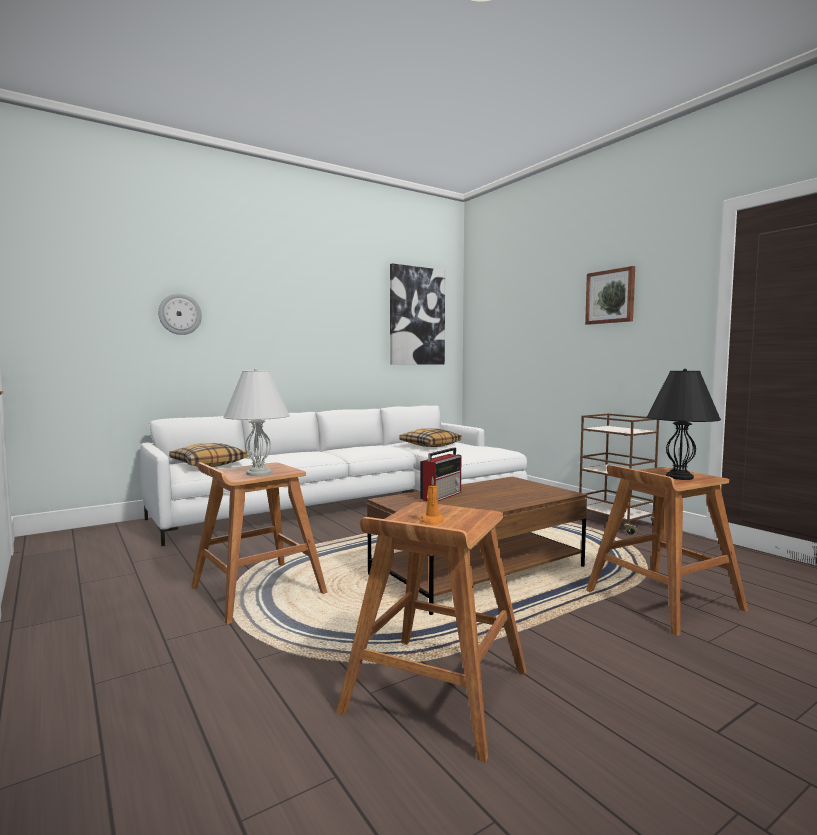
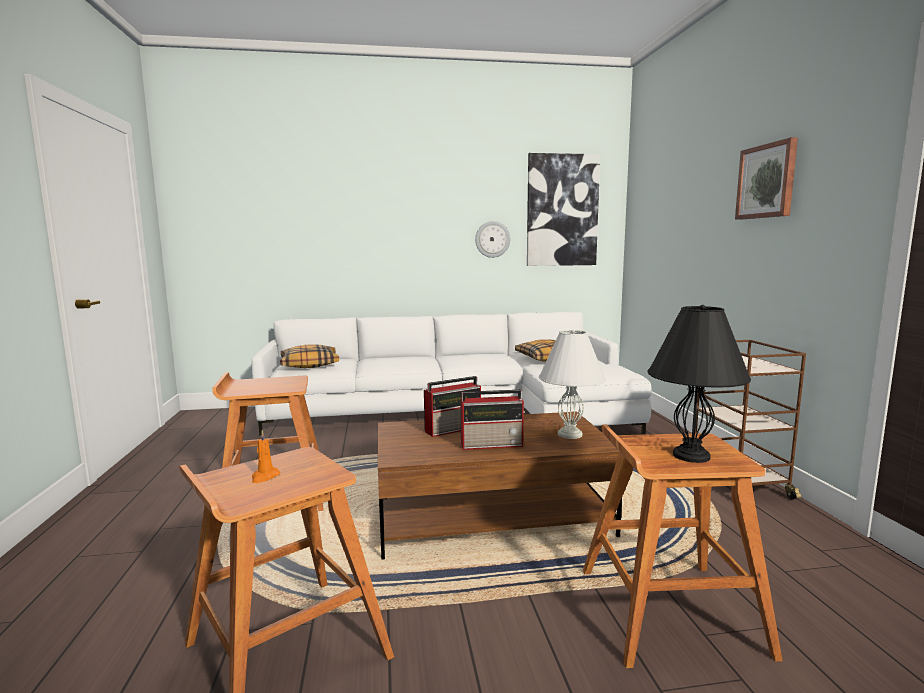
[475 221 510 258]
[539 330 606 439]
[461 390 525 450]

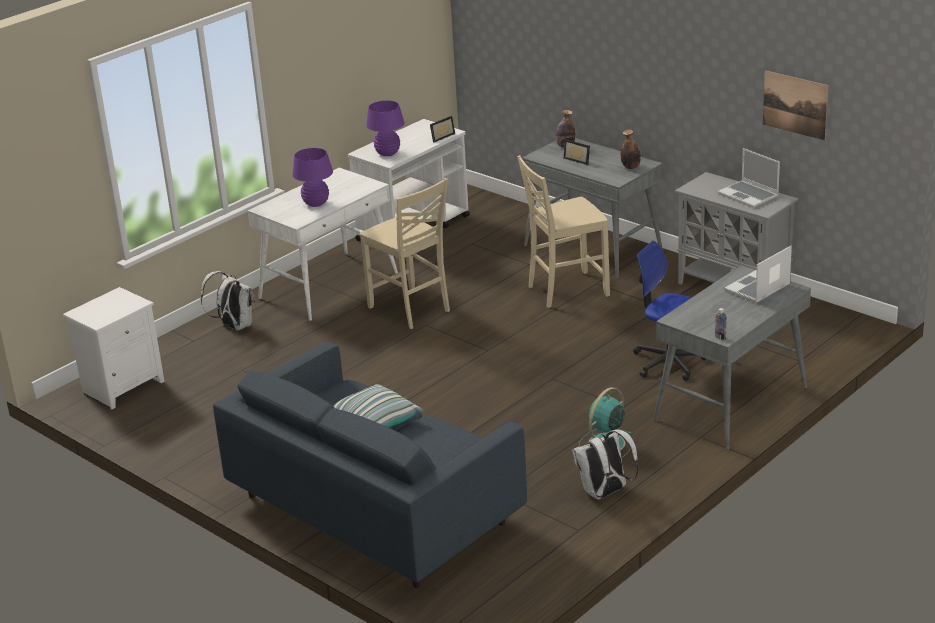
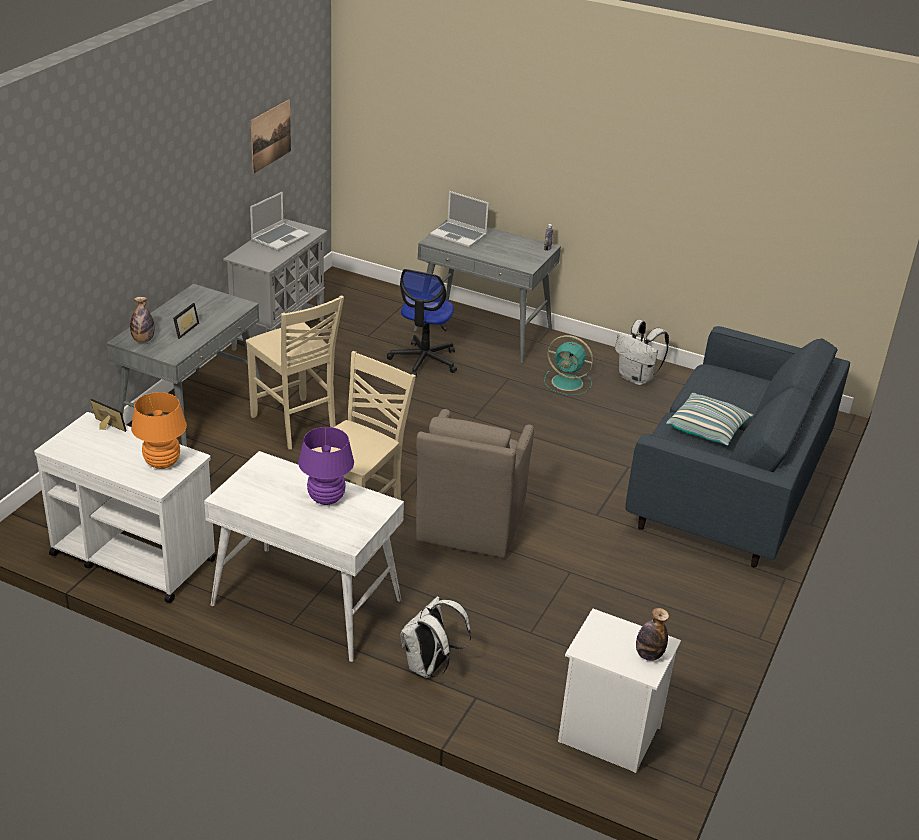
[131 392 187 469]
[636 608 669 661]
[416 409 534 558]

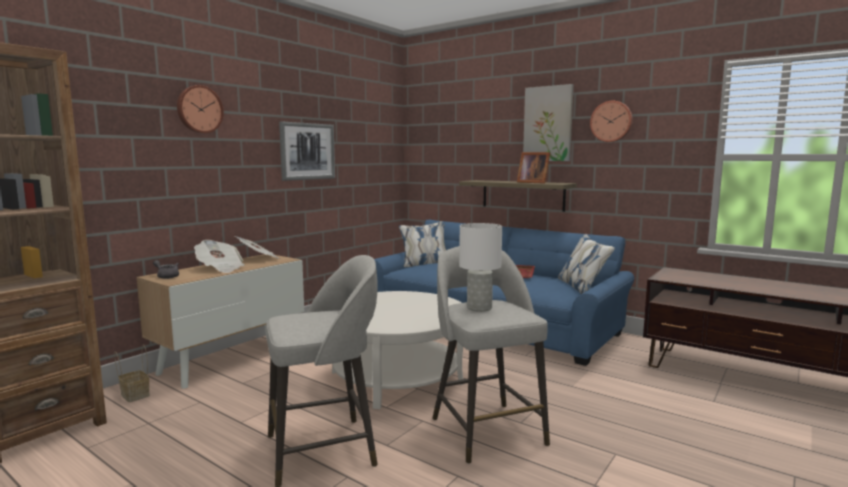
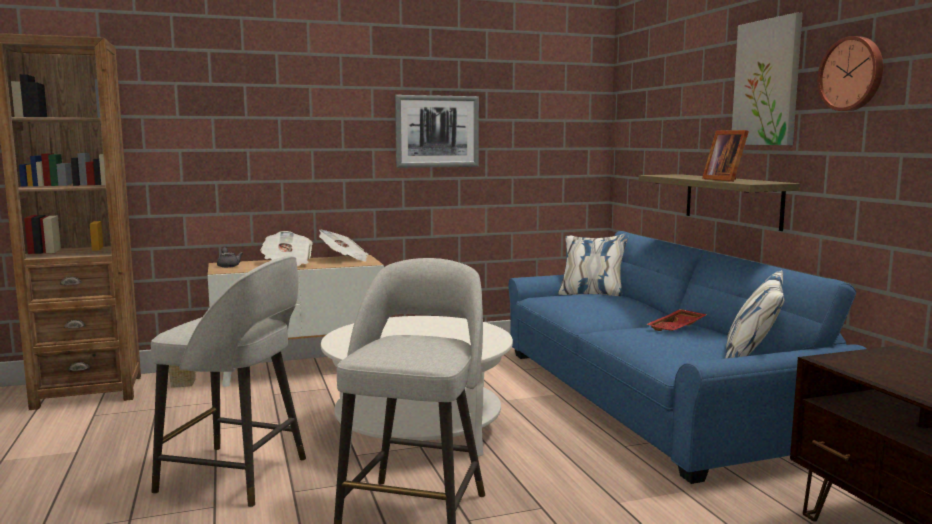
[177 85 224 133] (first image)
[459 223 502 312] (first image)

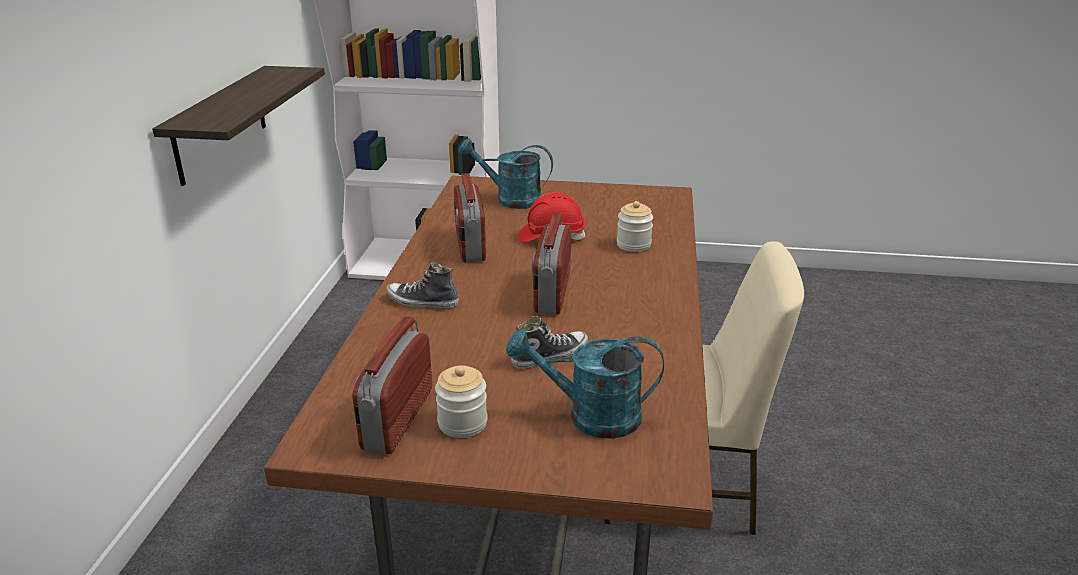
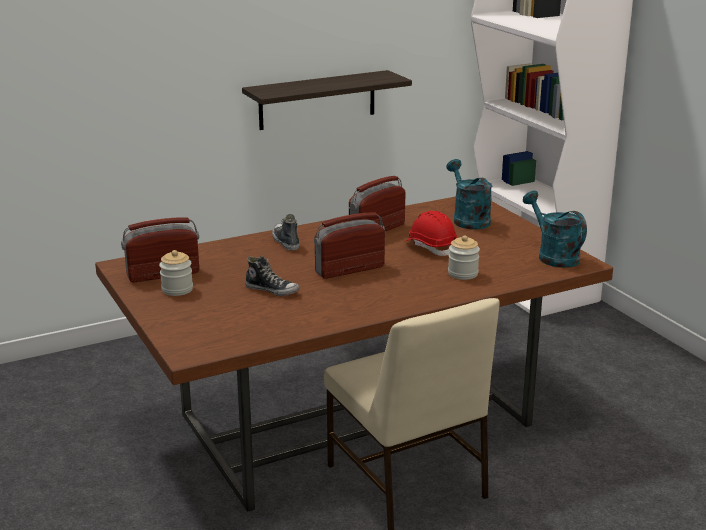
[523 191 587 268]

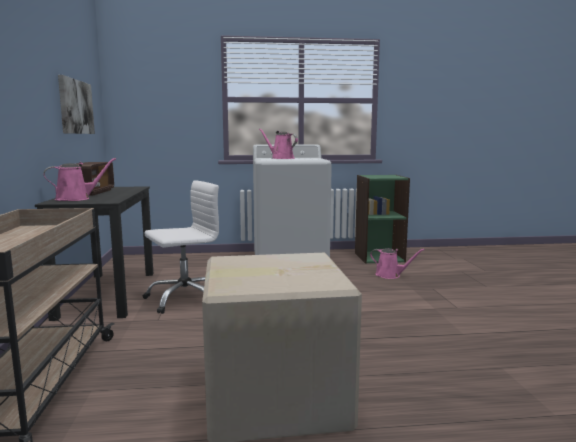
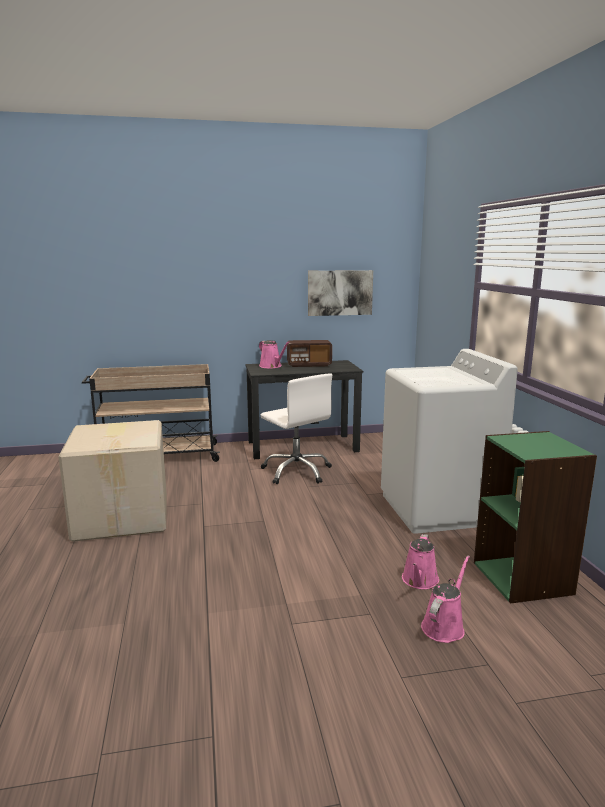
[421 555 470 643]

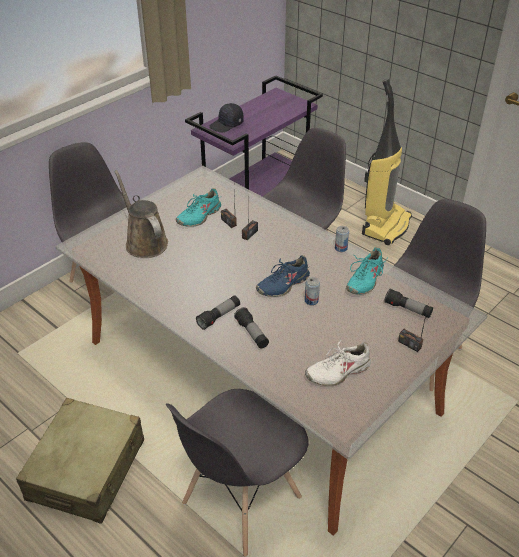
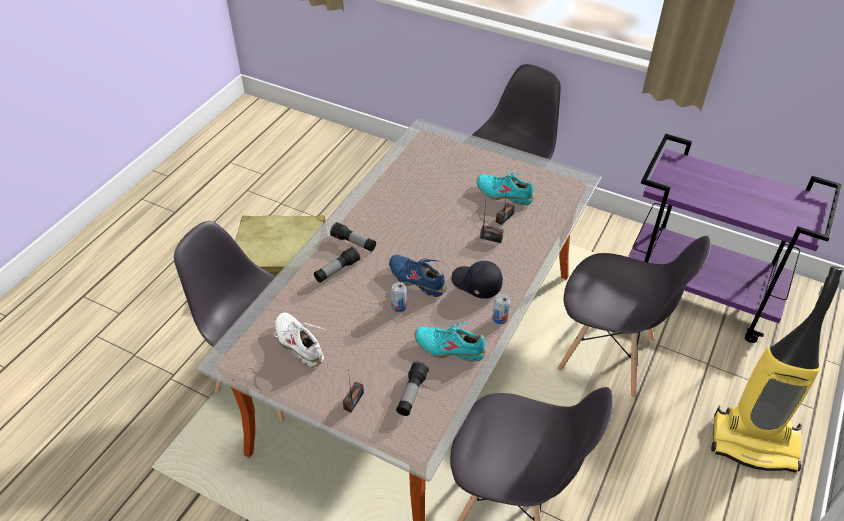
[452 261 503 299]
[114 170 168 258] (first image)

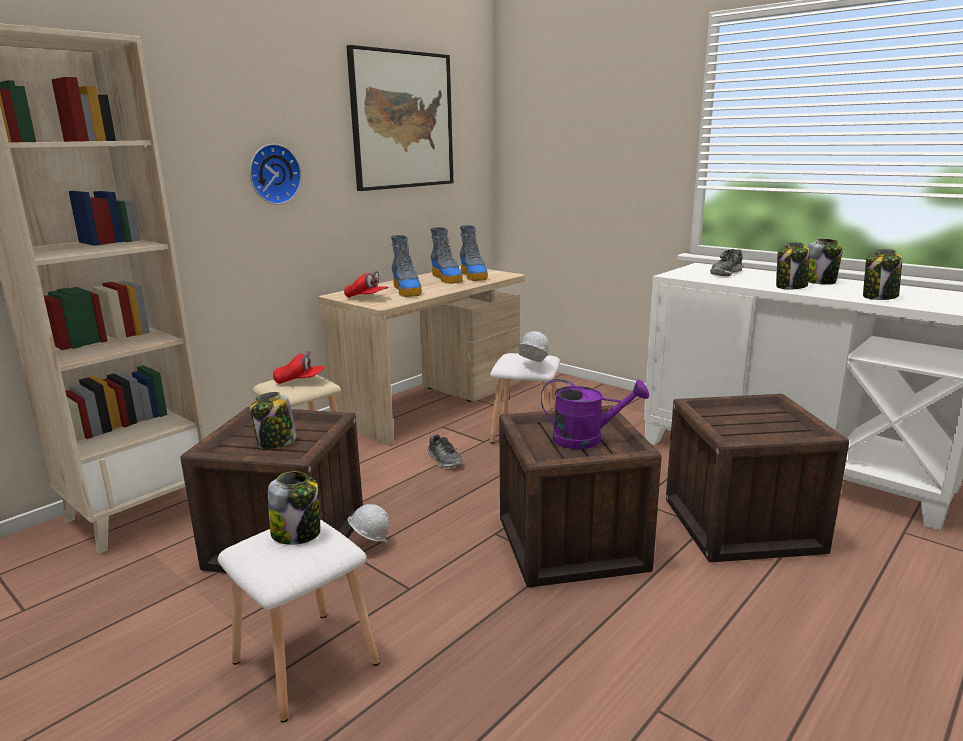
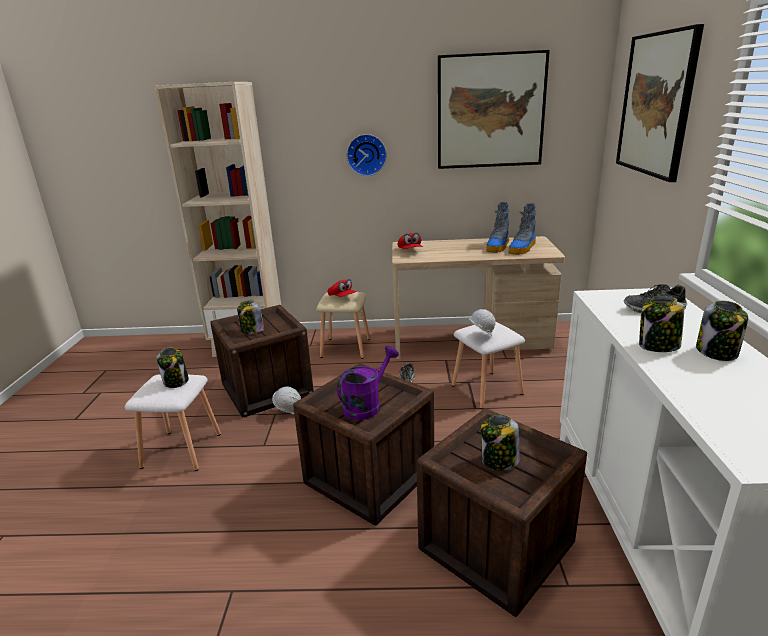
[391 235 422 297] (first image)
[481 415 520 470]
[337 346 399 420]
[616 24 704 182]

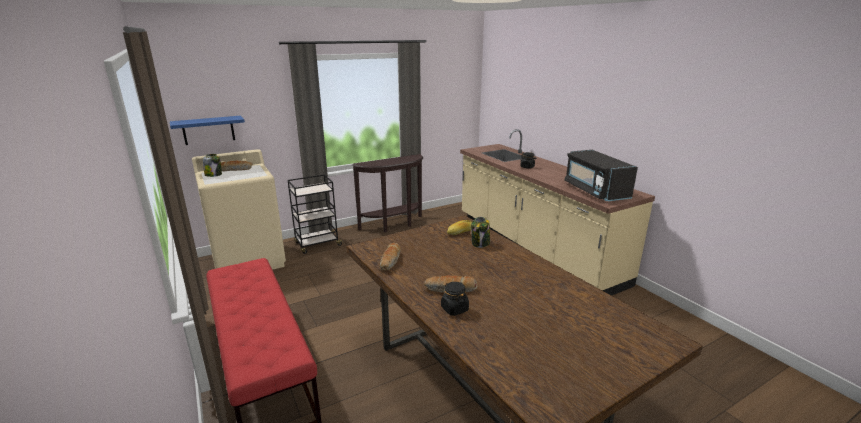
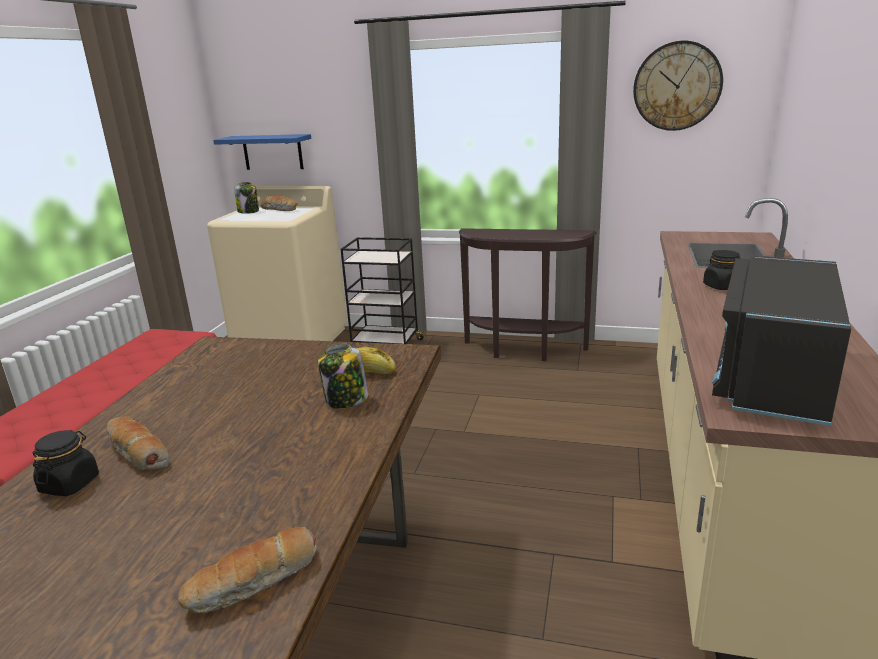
[178 527 317 613]
[633 41 723 131]

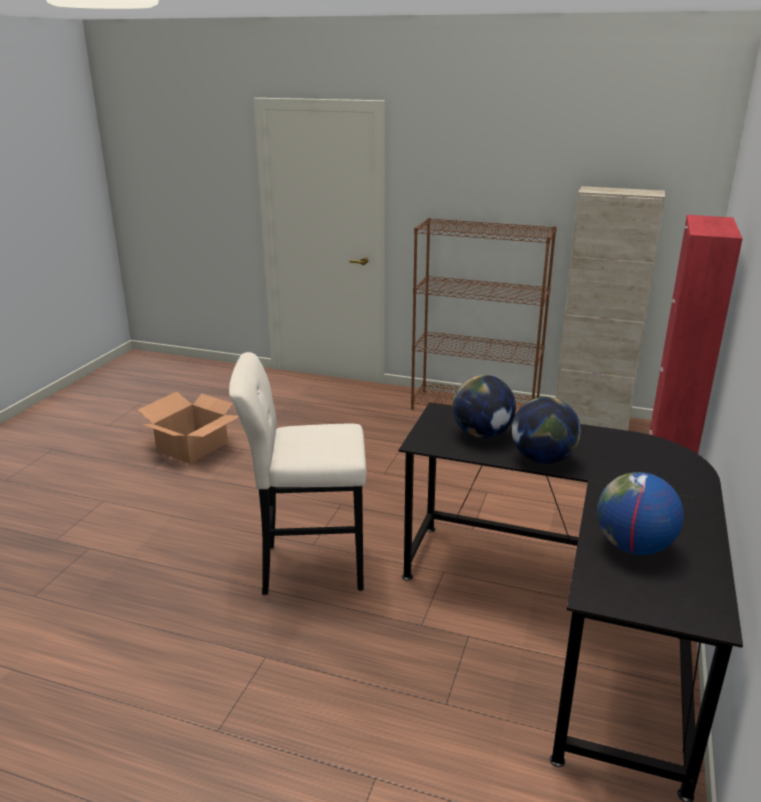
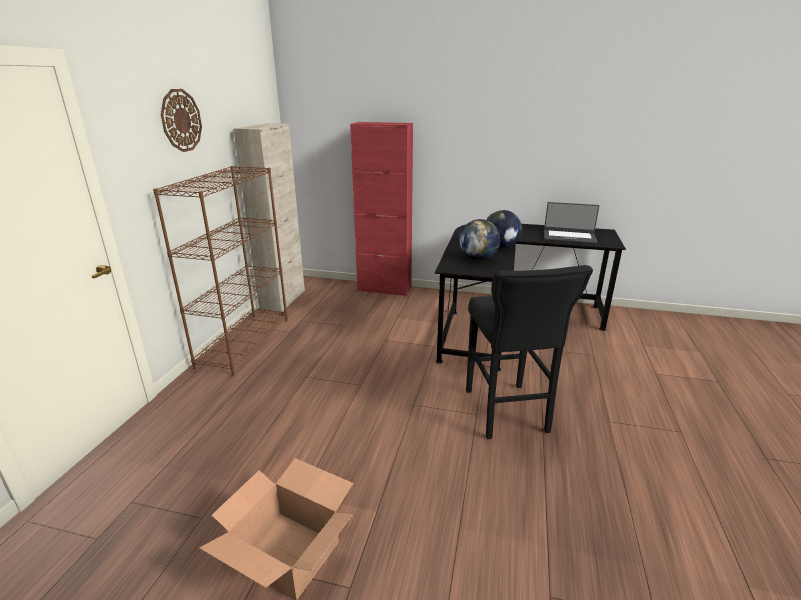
[466 265 593 439]
[544 202 599 244]
[161 89 202 152]

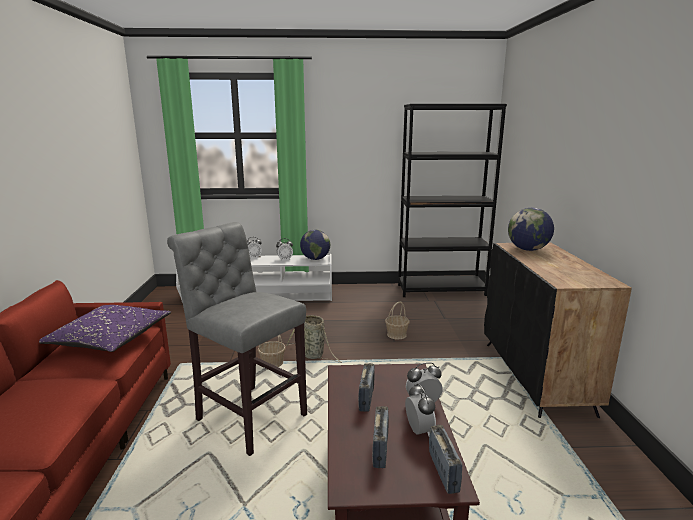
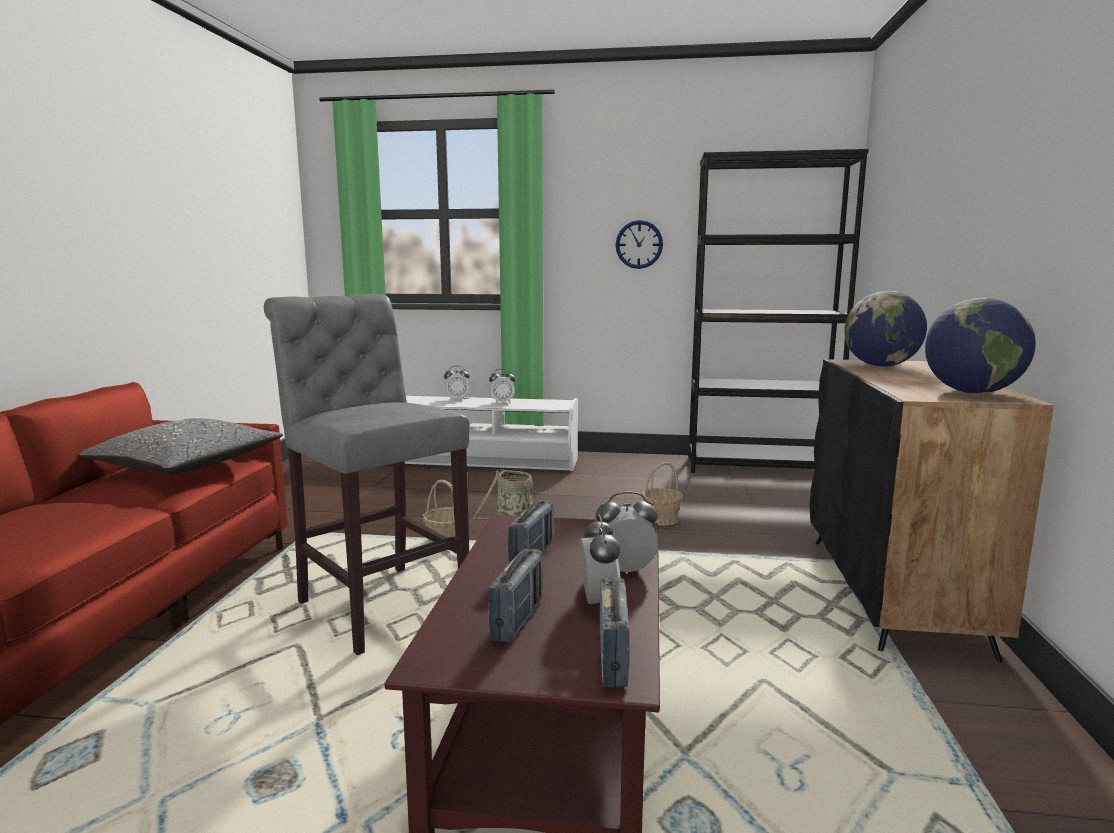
[925 298 1036 393]
[80 418 283 474]
[616 220 663 269]

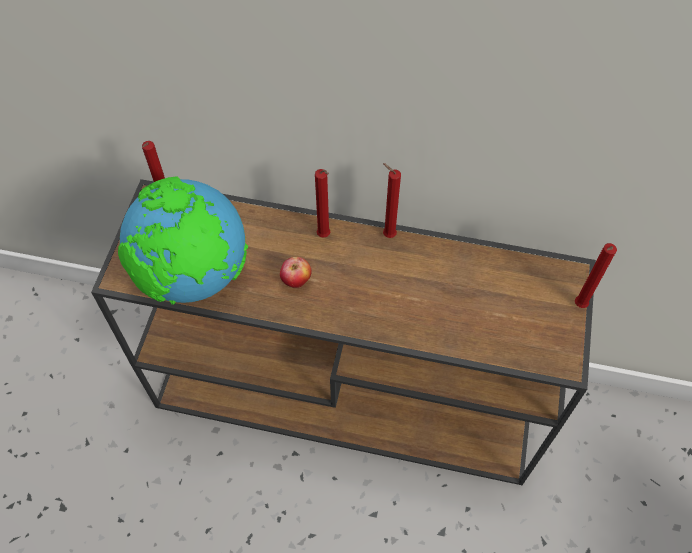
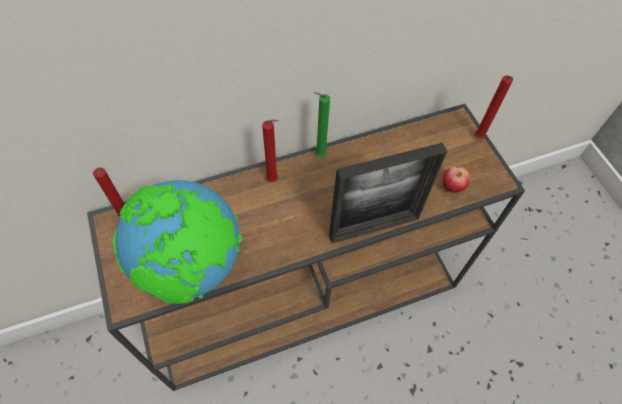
[314 92 330 157]
[443 166 470 193]
[329 143 447 243]

